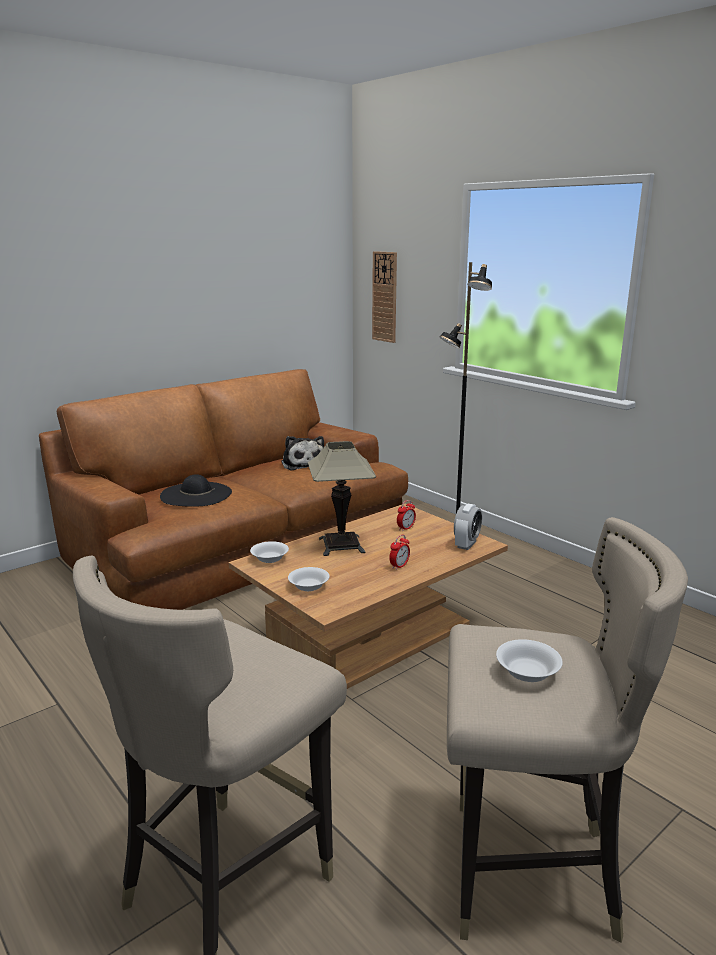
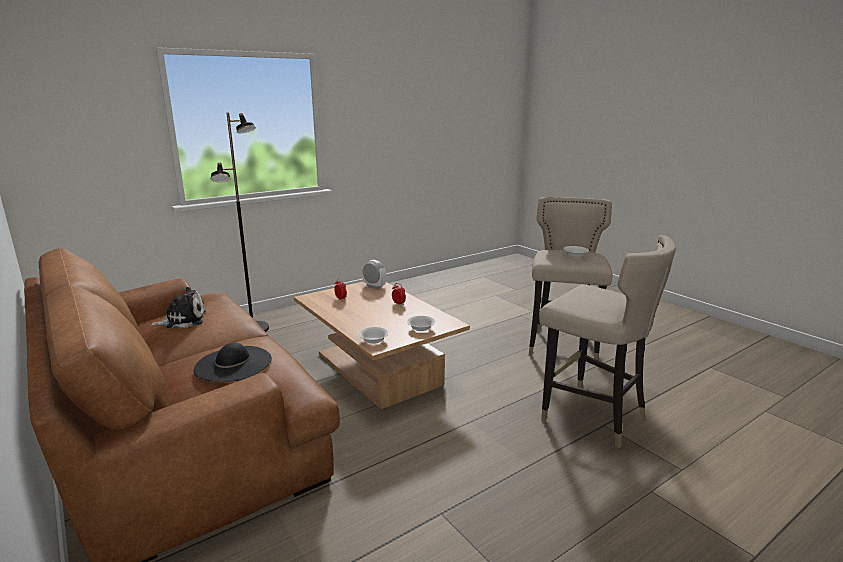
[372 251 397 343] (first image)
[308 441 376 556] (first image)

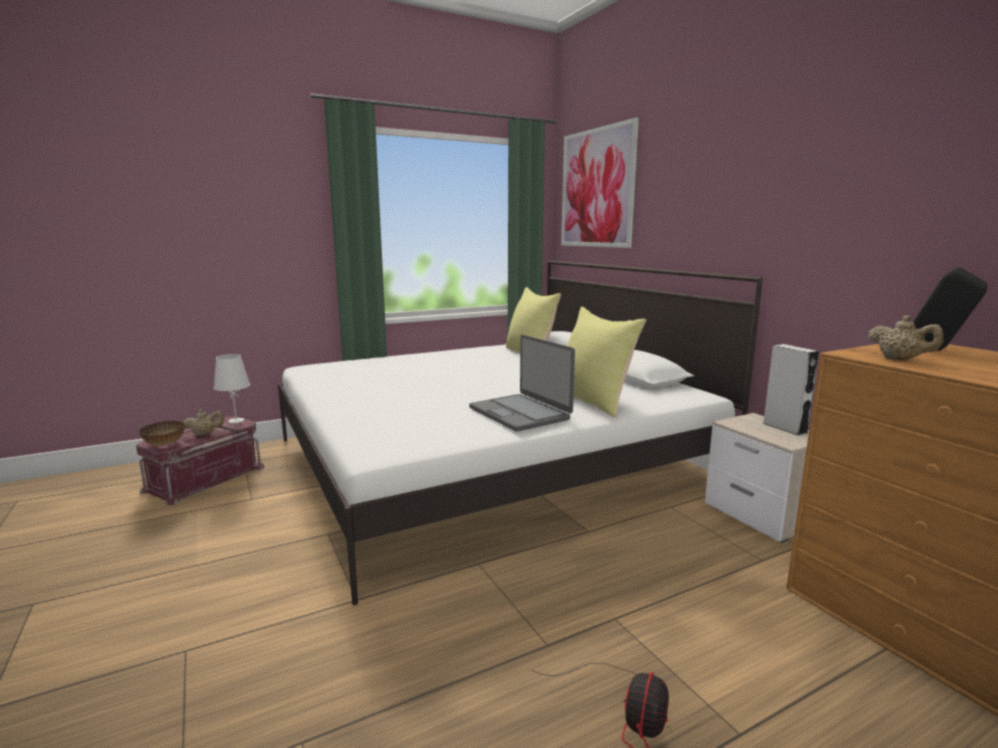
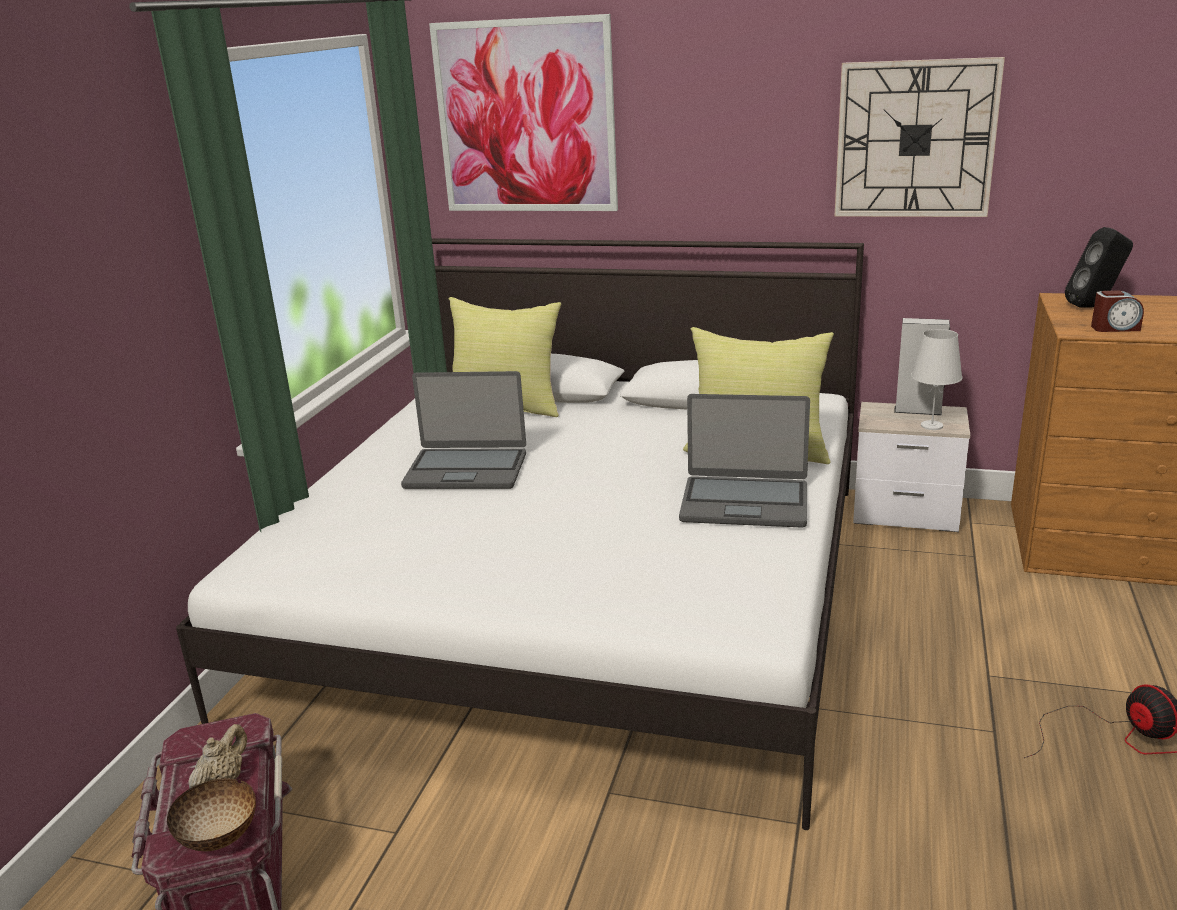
[1091 290 1144 332]
[911 329 963 430]
[835 57 1005 217]
[401 371 526 489]

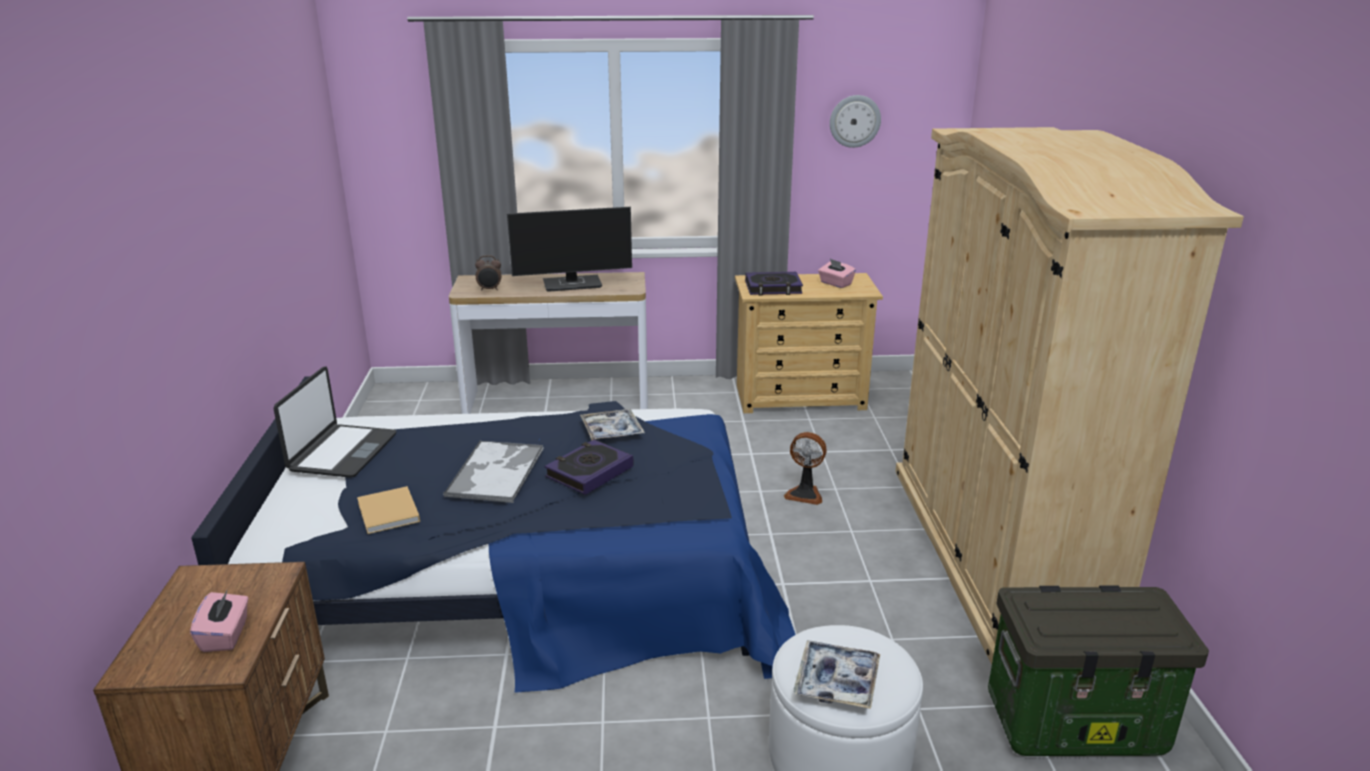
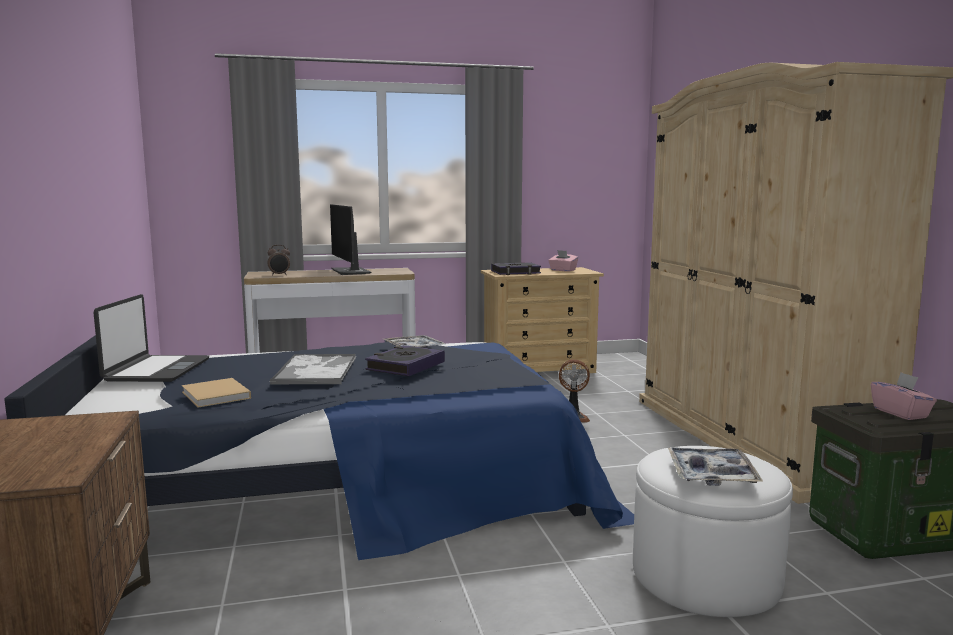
[830 95 881 148] (first image)
[330 204 372 275]
[871 372 937 420]

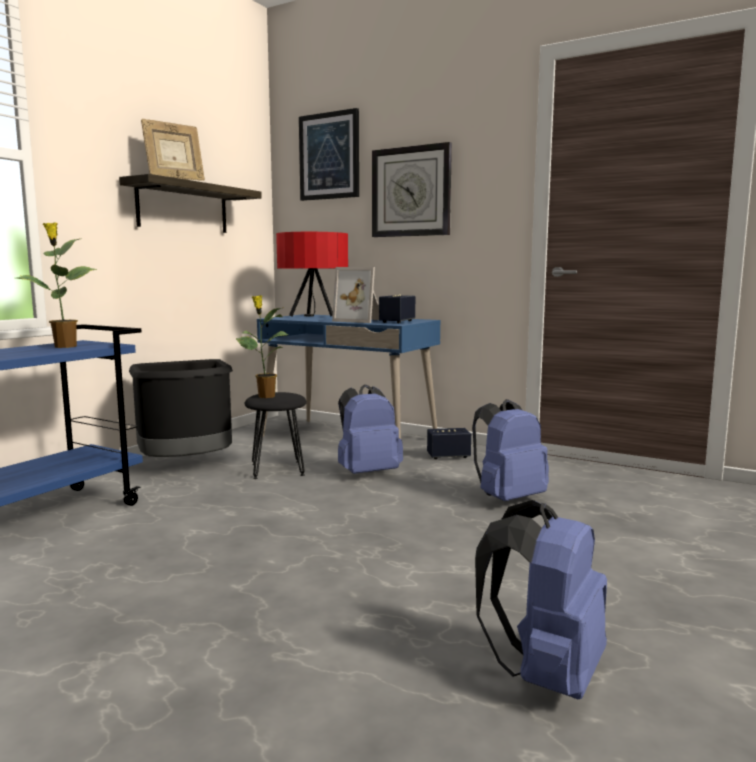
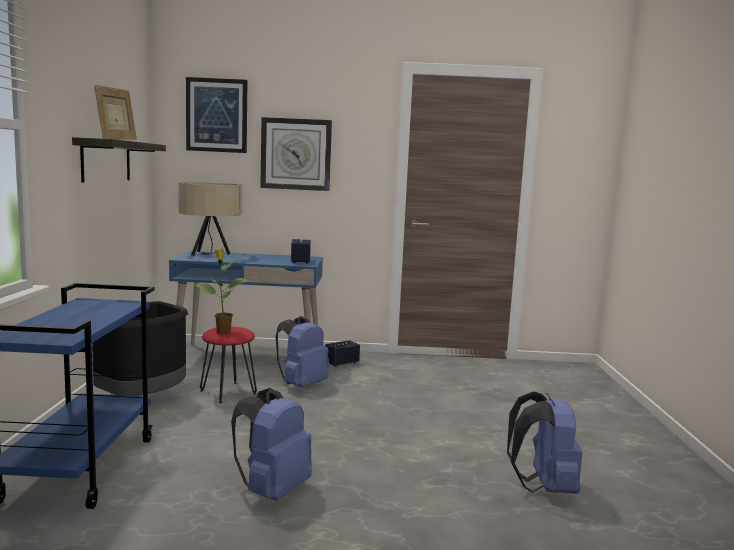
[16 222 97 348] (first image)
[178 182 242 256]
[332 267 379 323] (first image)
[200 327 257 403]
[231 388 312 501]

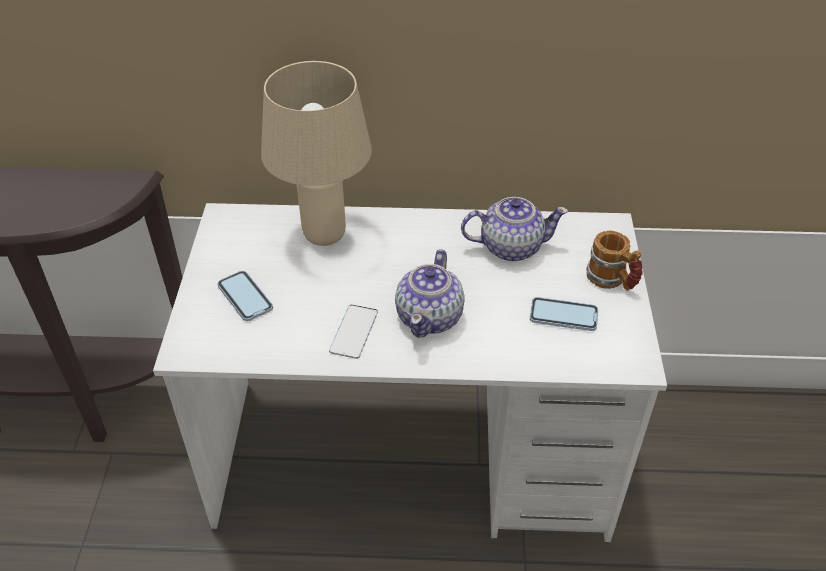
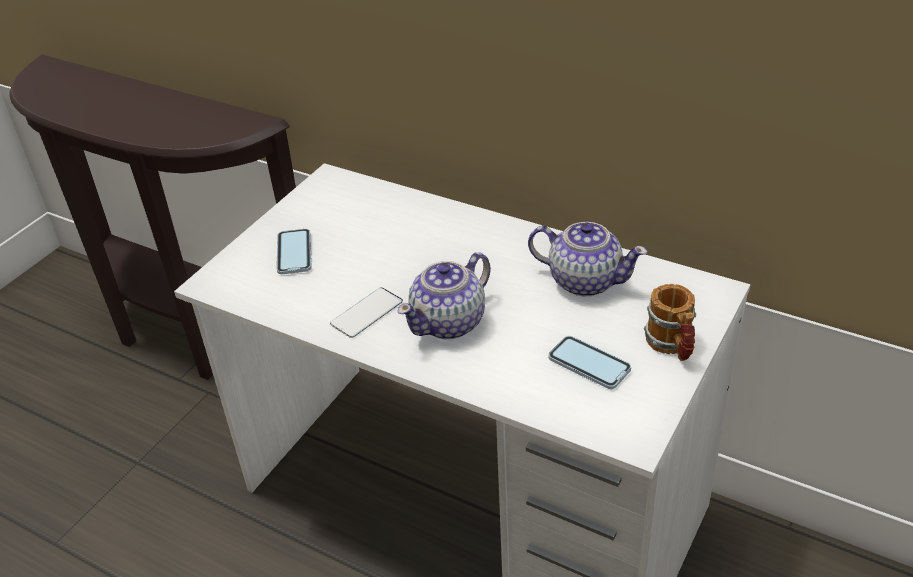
[261 61 372 246] (first image)

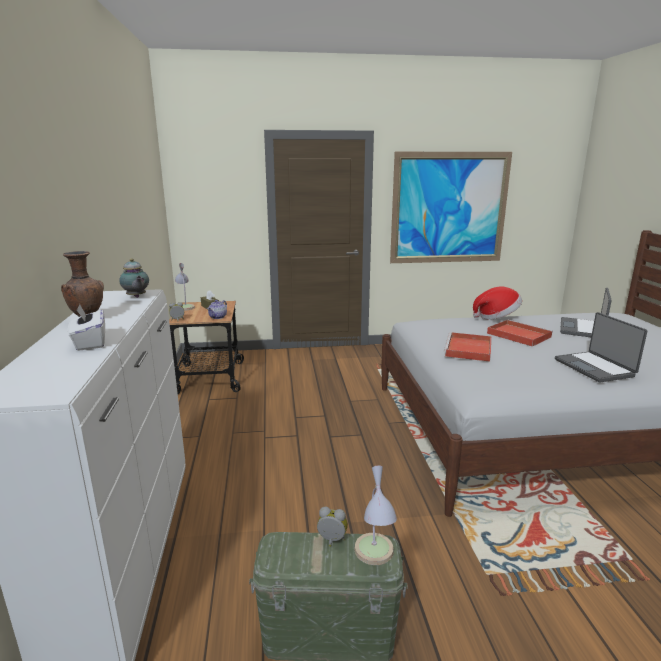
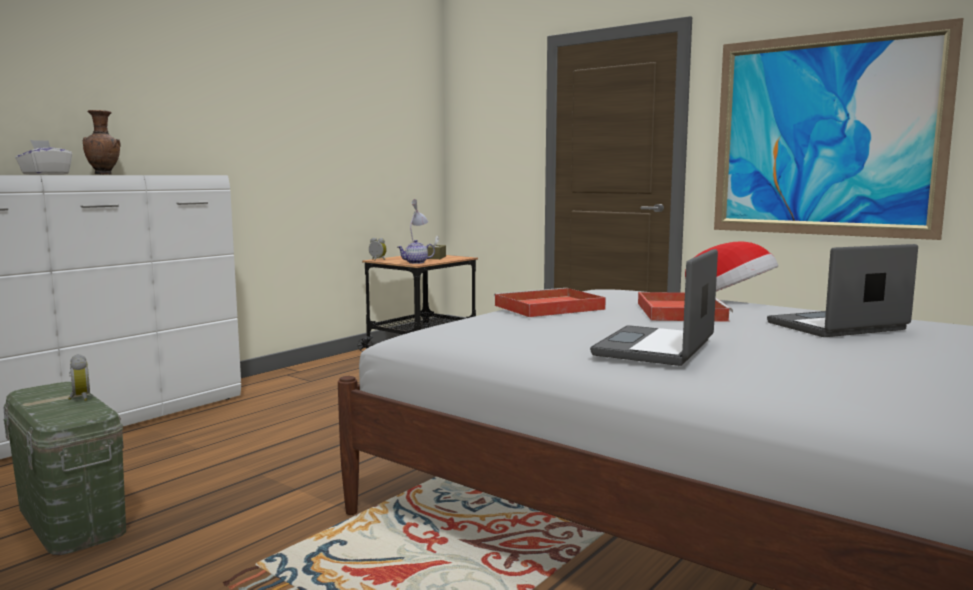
[119 258 149 298] (first image)
[355 465 397 565] (first image)

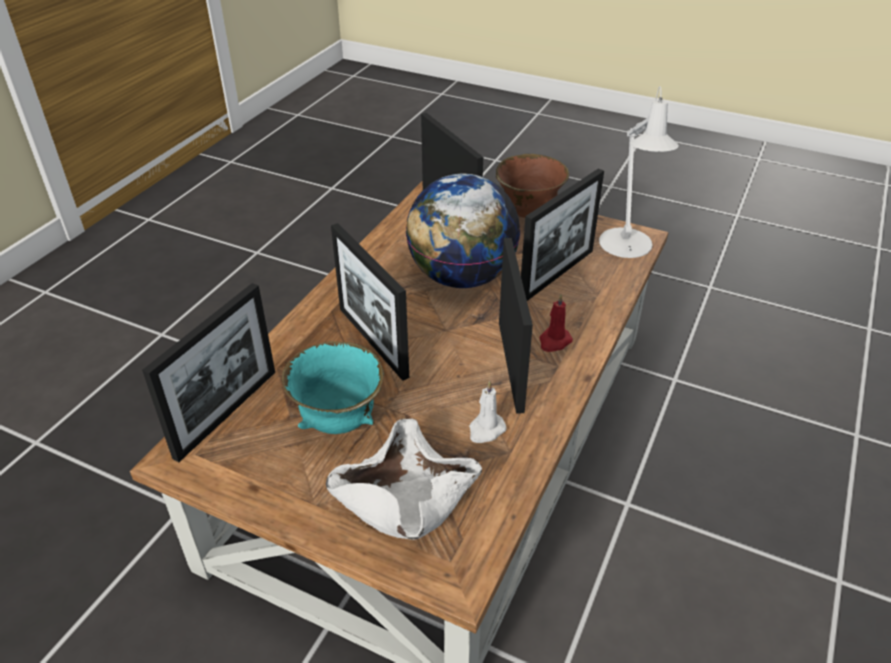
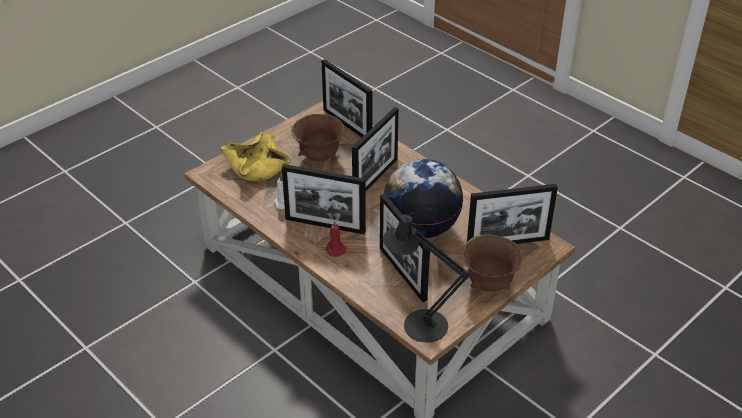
[383 212 470 343]
[352 107 399 192]
[291 114 345 161]
[221 132 291 181]

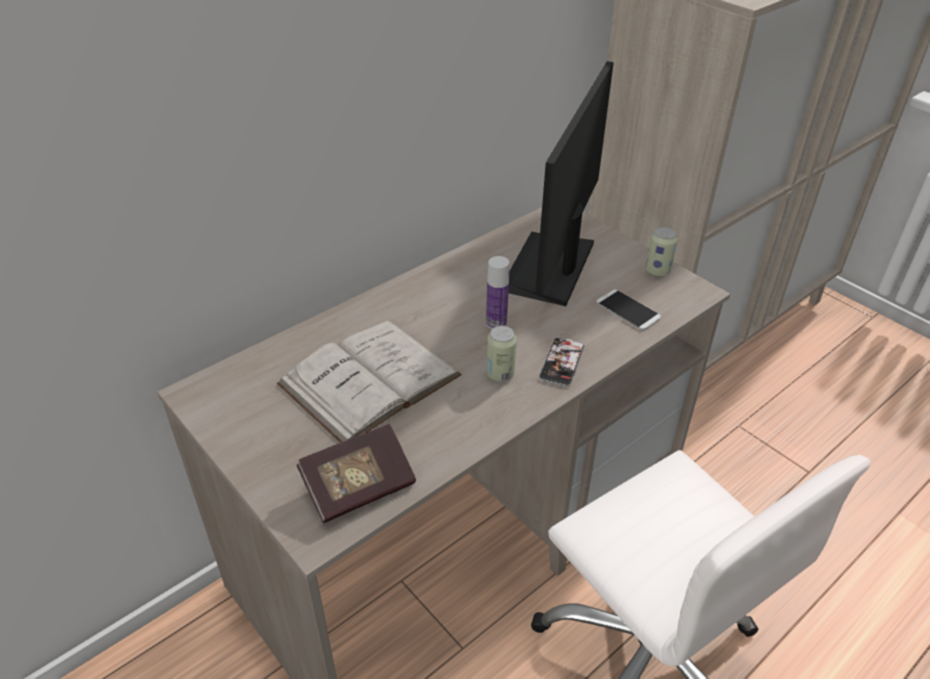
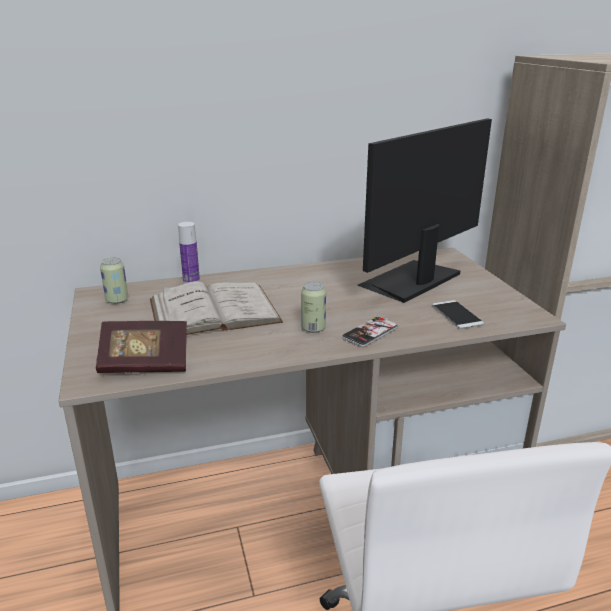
[100 258 128 304]
[178 222 200 284]

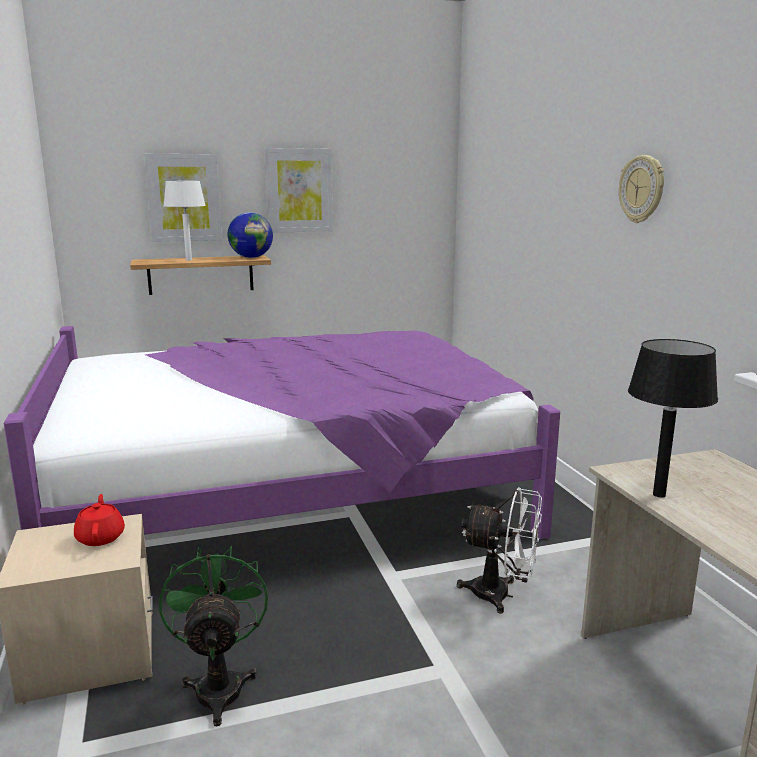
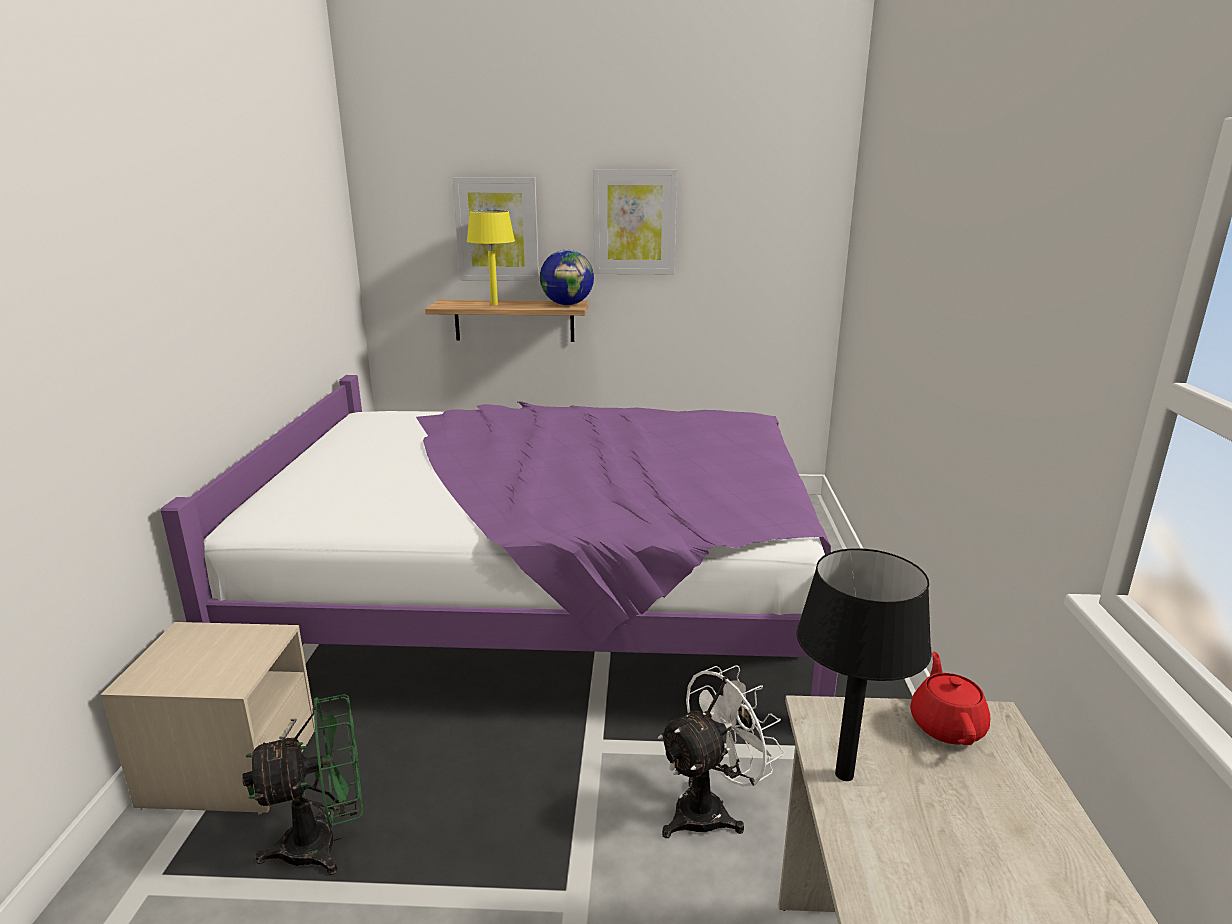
[619 155 664 223] (first image)
[467 210 515 305]
[658 665 784 838]
[910 652 990 745]
[242 694 363 875]

